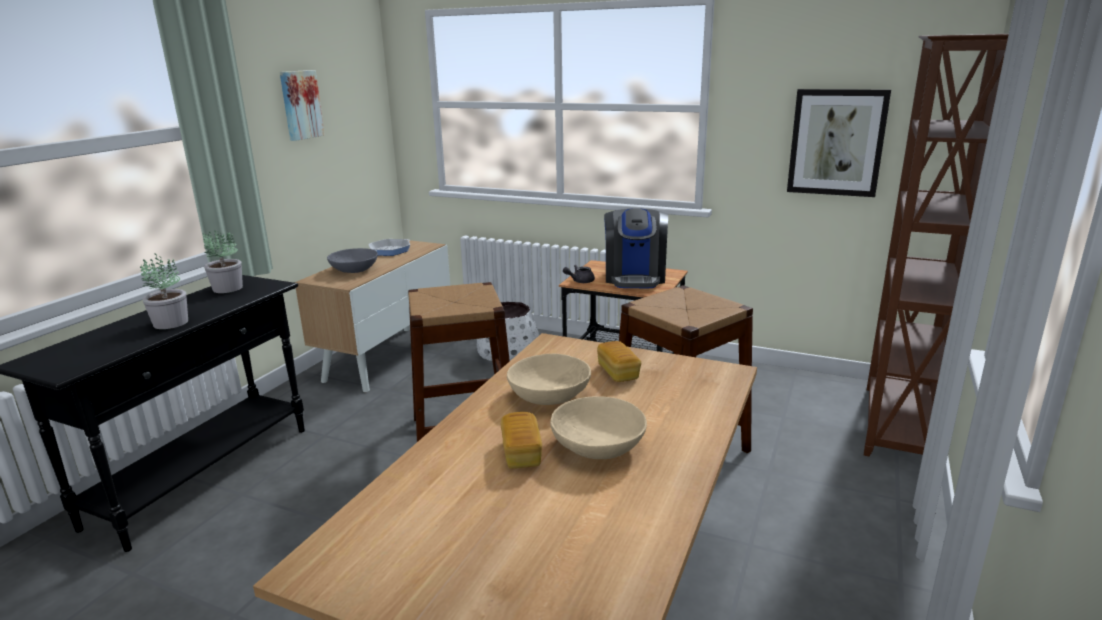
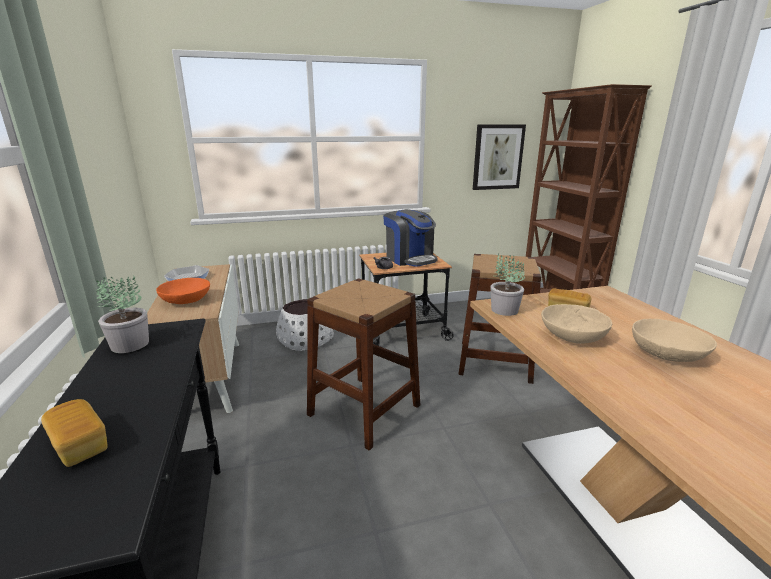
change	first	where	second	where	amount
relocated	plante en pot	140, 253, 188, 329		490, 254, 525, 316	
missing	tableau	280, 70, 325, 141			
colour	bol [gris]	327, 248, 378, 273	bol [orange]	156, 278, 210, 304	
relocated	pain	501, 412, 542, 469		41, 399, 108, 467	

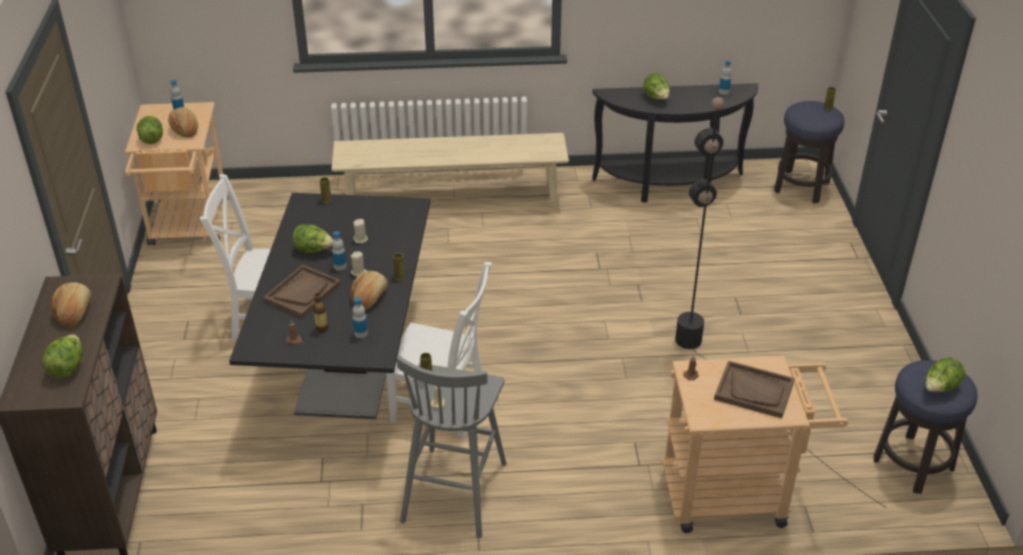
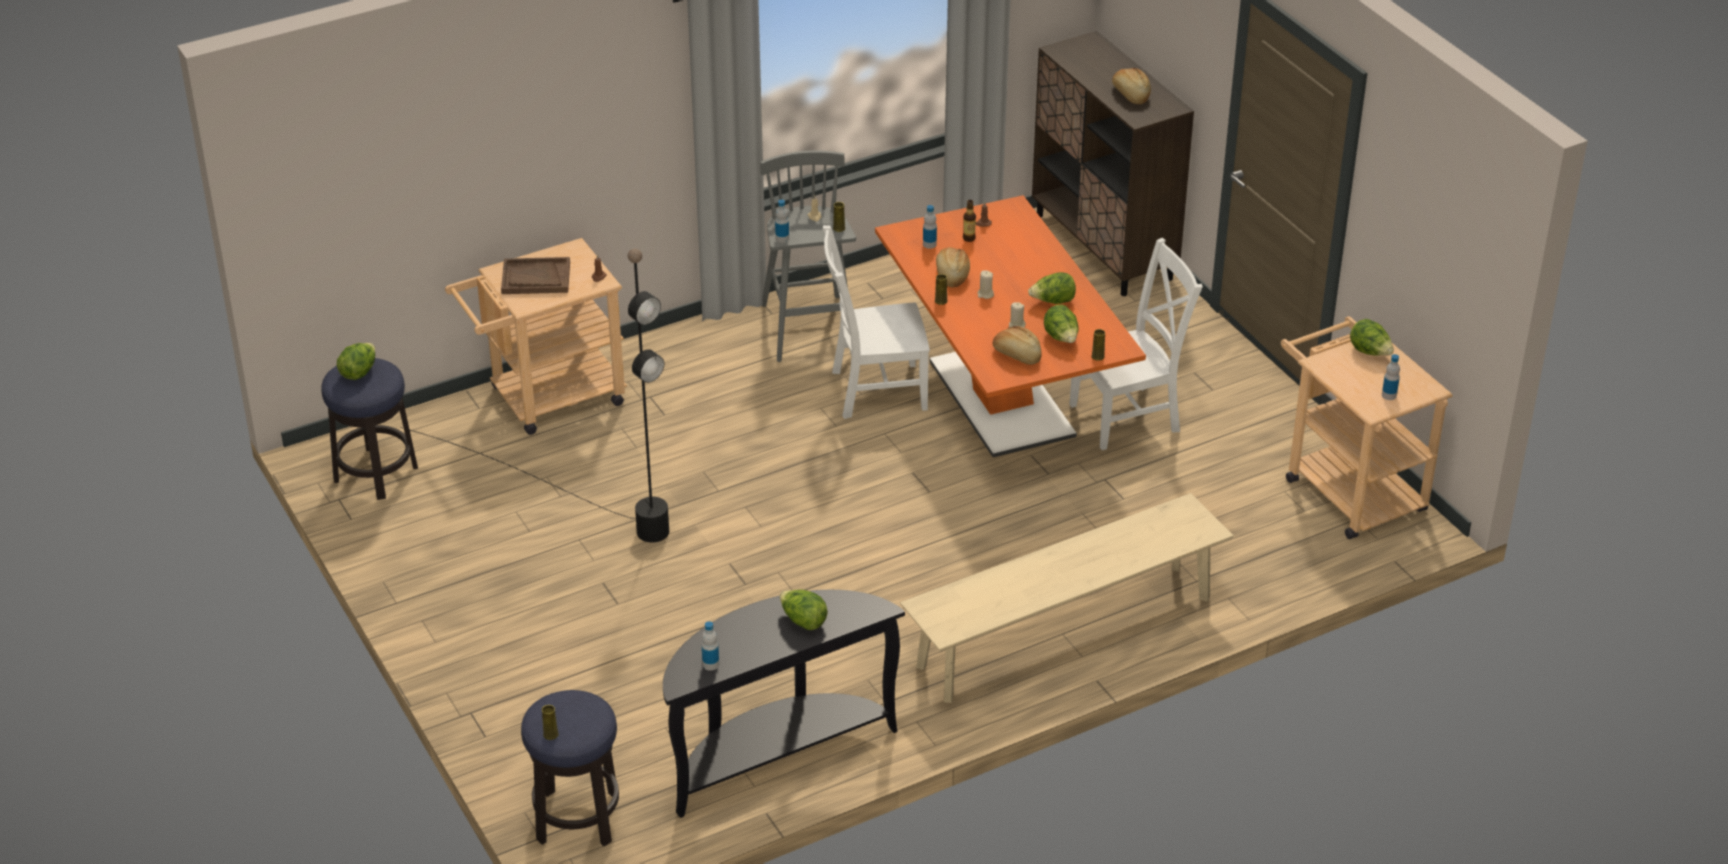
change	first	where	second	where	amount
relocated	laitue	42, 334, 83, 378		1044, 304, 1079, 343	
relocated	pain	168, 107, 198, 138		993, 326, 1042, 365	
colour	table à manger [noir]	229, 193, 430, 419	table à manger [orange]	875, 195, 1146, 457	
missing	plateau [marron]	264, 265, 341, 318			
relocated	bouteille	332, 231, 347, 271		775, 199, 789, 243	

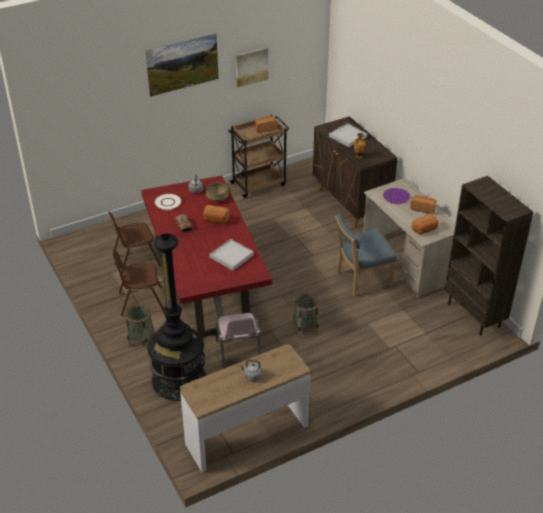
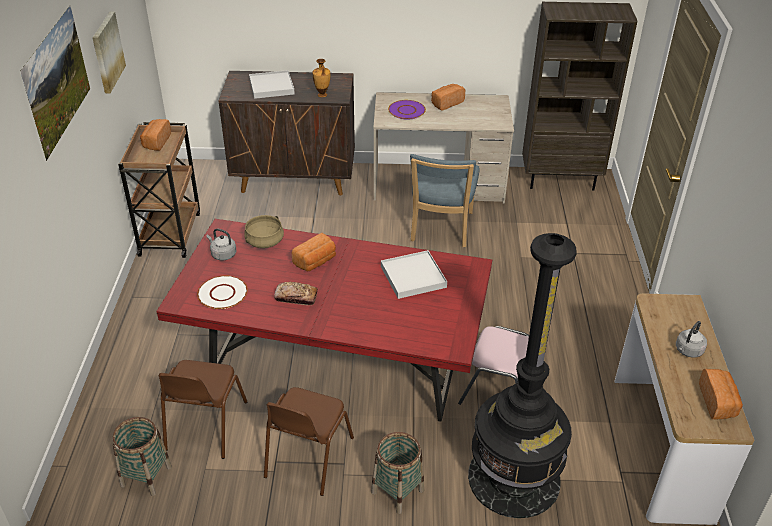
change	first	where	second	where	amount
relocated	panier	293, 294, 319, 338		112, 417, 172, 496	
relocated	pain	411, 213, 439, 235		699, 369, 743, 420	

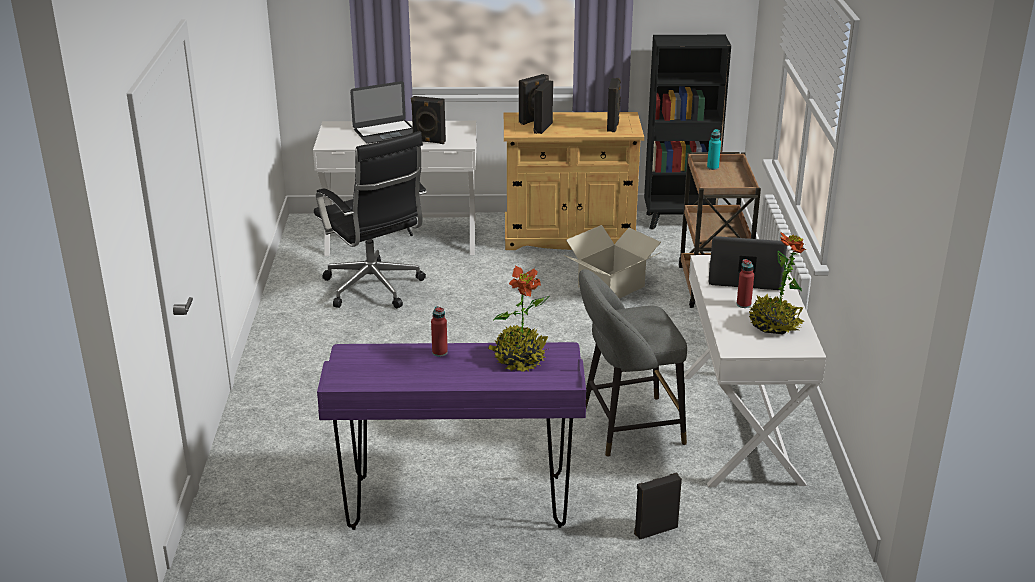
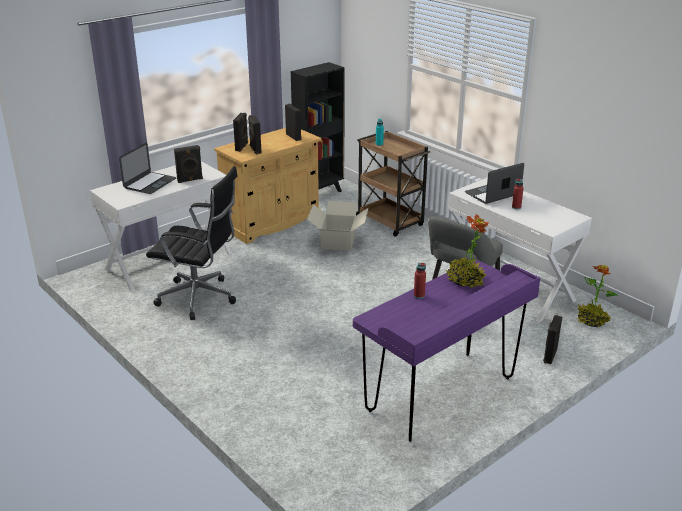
change	first	where	second	where	amount
relocated	plante en pot	749, 232, 807, 334		577, 265, 618, 327	

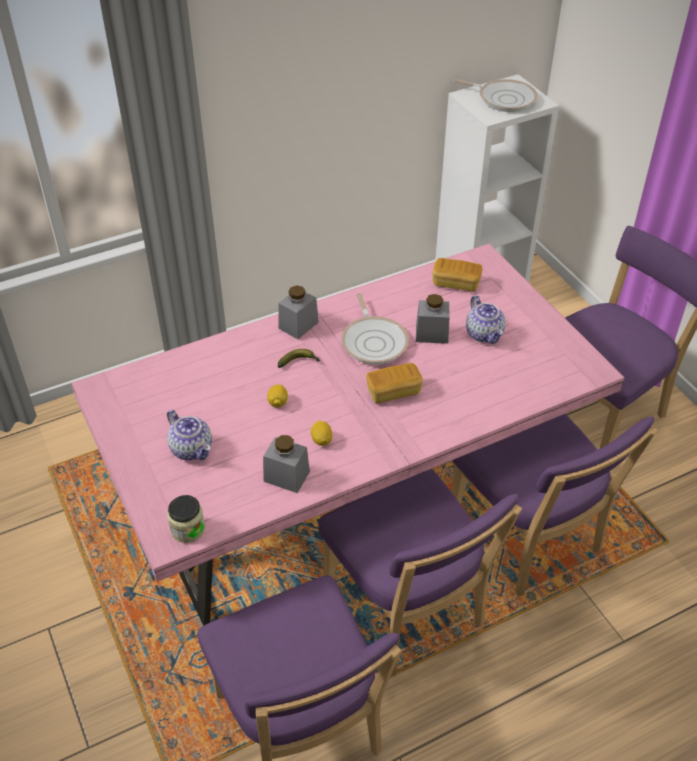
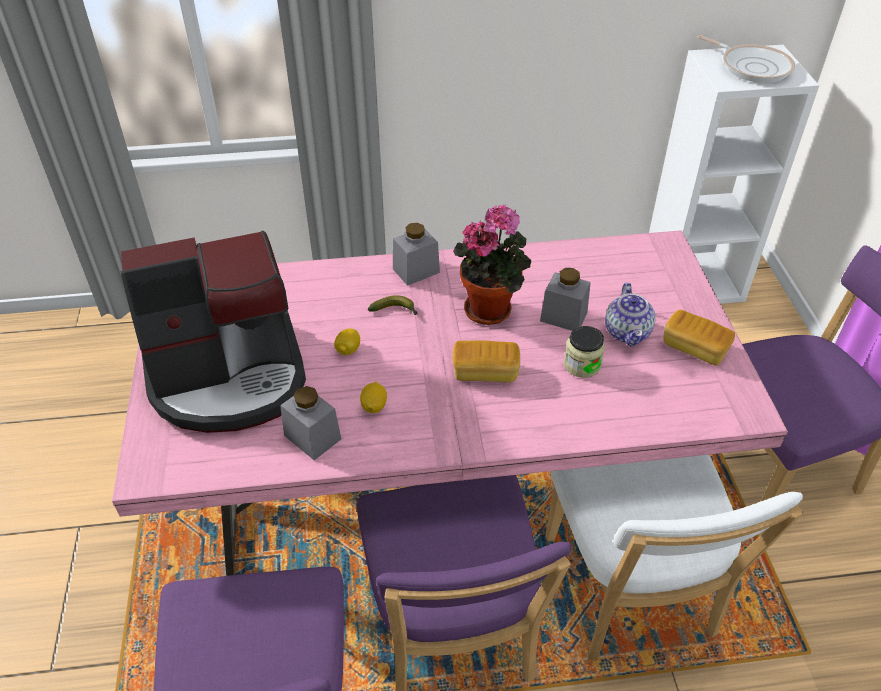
change	first	where	second	where	amount
exchanged	théière	167, 410, 212, 460	machine à café	121, 231, 306, 433	
relocated	bocal	167, 495, 205, 543		564, 326, 605, 378	
exchanged	poêle	341, 293, 409, 365	plante en pot	453, 204, 531, 325	
relocated	pain	432, 258, 482, 292		663, 310, 735, 366	
colour	chaise [violet]	452, 414, 658, 596	chaise [blanc]	545, 455, 804, 661	

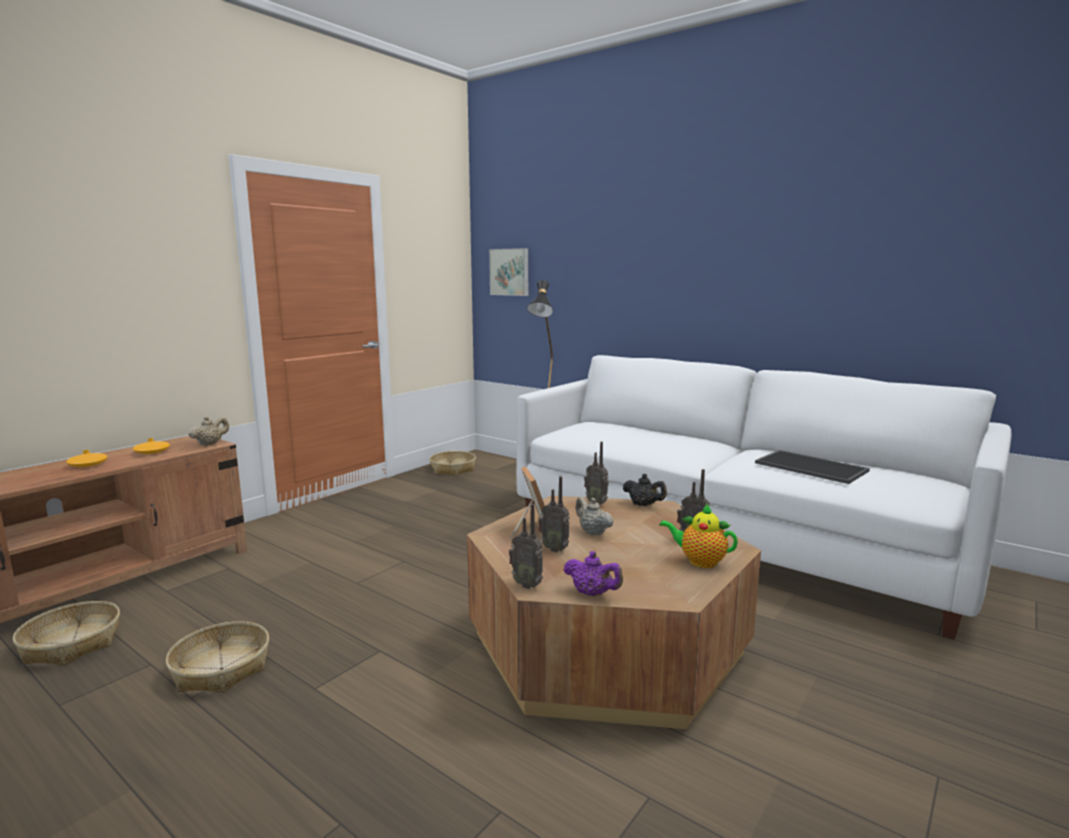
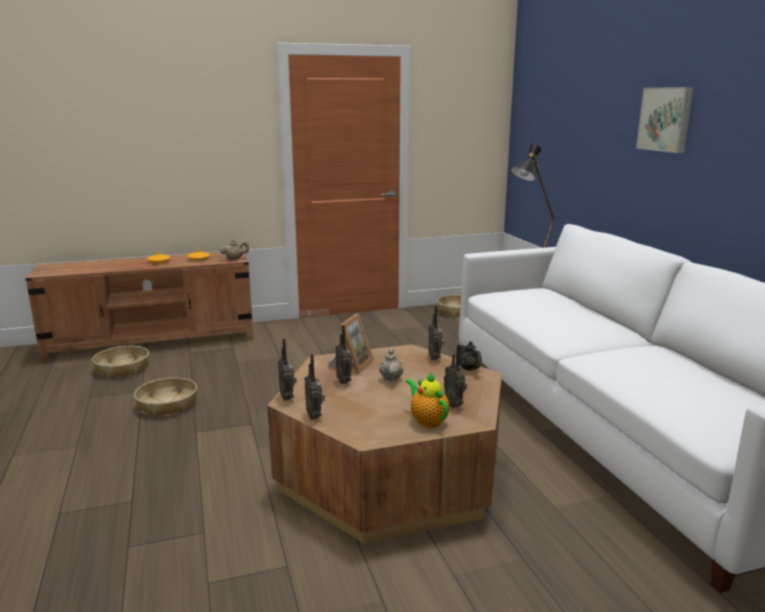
change	first	where	second	where	amount
relocated	tableau	489, 248, 528, 296		636, 87, 693, 153	
exchanged	théière [violet]	564, 551, 623, 596	radio	305, 354, 325, 420	
missing	plateau	755, 450, 870, 484			

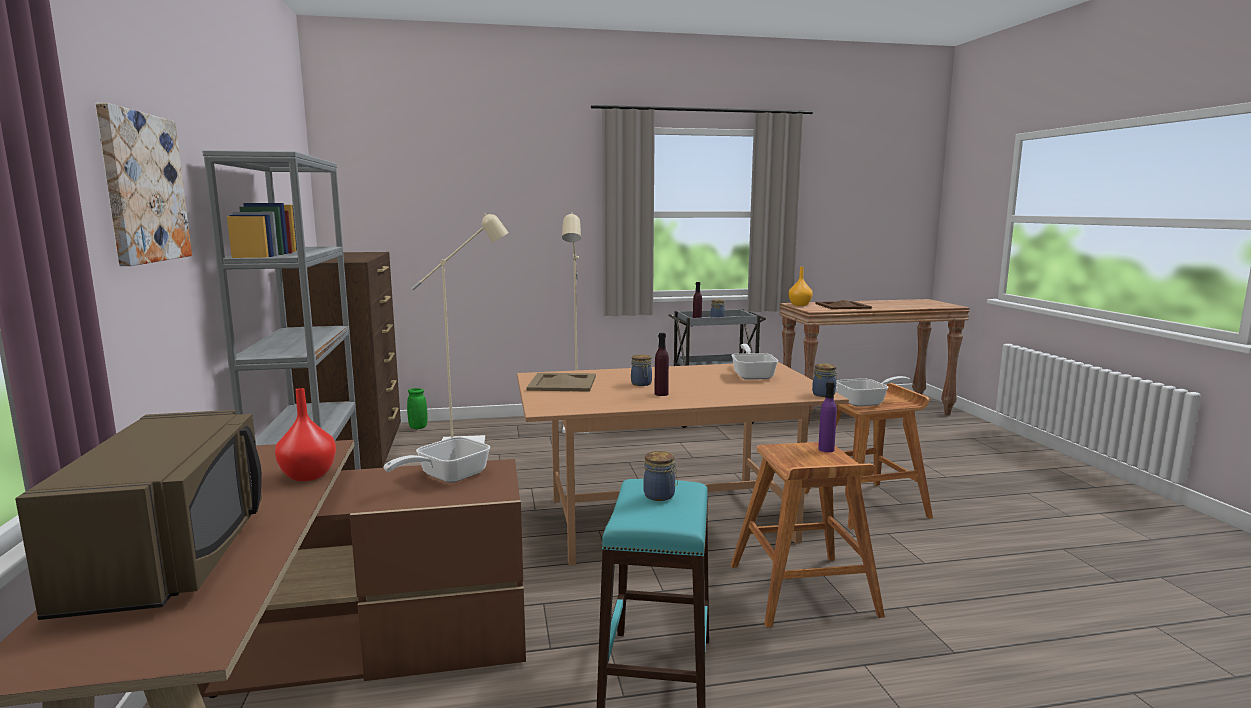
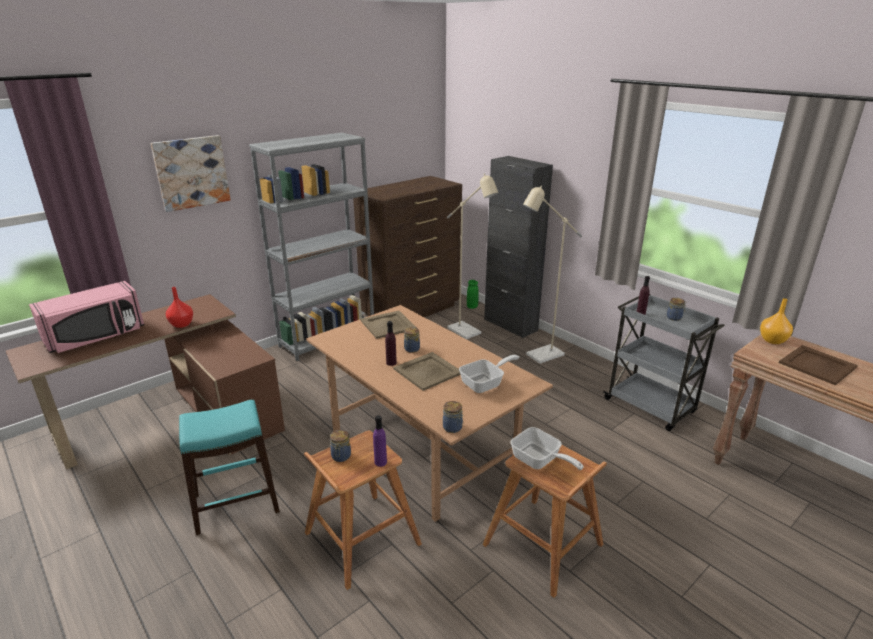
change	first	where	second	where	amount
colour	micro-ondes [marron]	15, 410, 262, 620	micro-ondes [rose]	29, 281, 144, 353	
missing	poêle	384, 437, 490, 483			
relocated	bocal	643, 451, 678, 501		330, 430, 351, 462	
appeared			plateau [beige]	393, 352, 461, 391	
appeared			meuble de rangement [noir]	484, 156, 553, 338	

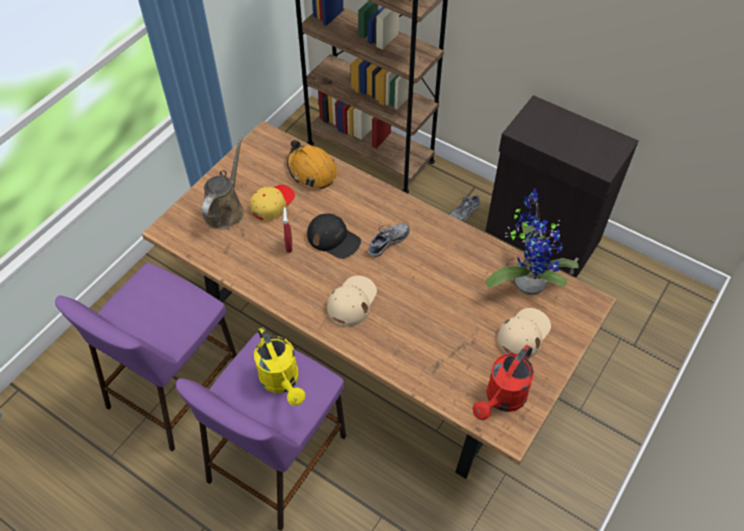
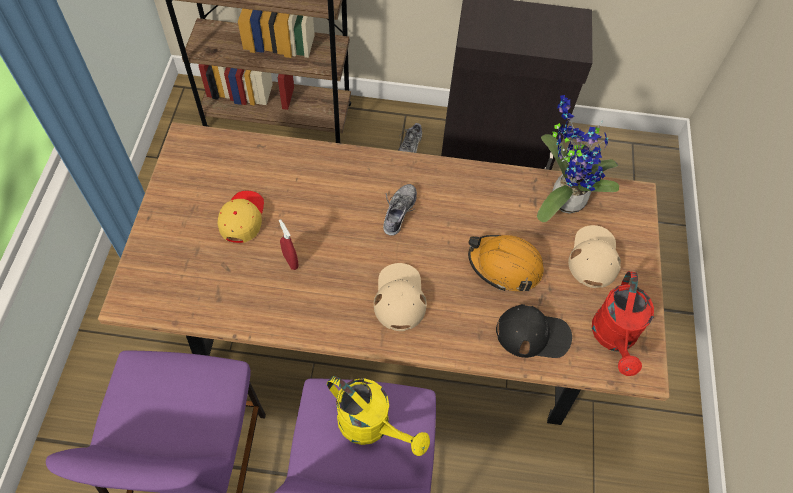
change	first	where	second	where	amount
missing	arrosoir [marron]	202, 137, 245, 230			
relocated	casque de chantier [orange]	287, 140, 337, 189		468, 235, 544, 291	
relocated	casquette [noir]	307, 213, 361, 259		496, 304, 572, 358	

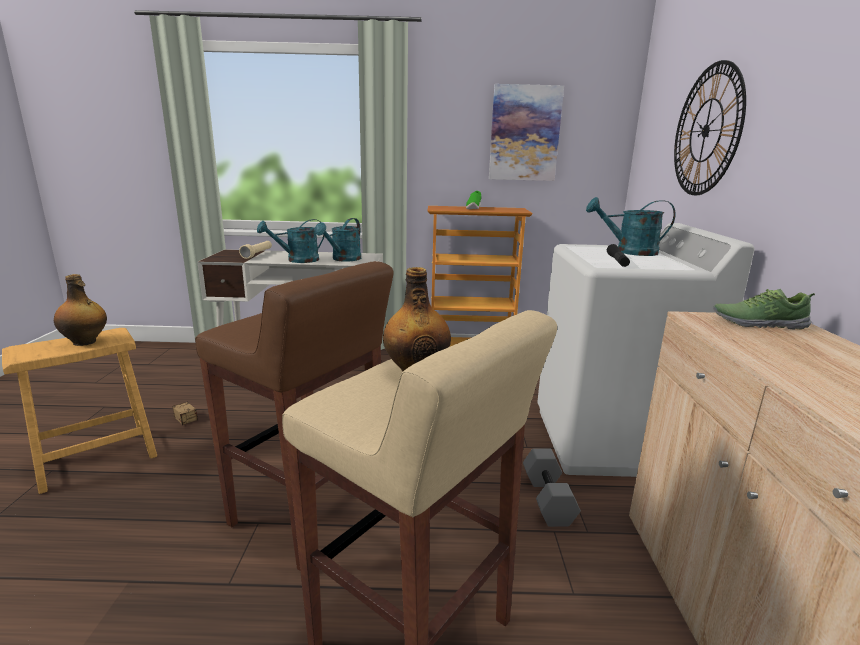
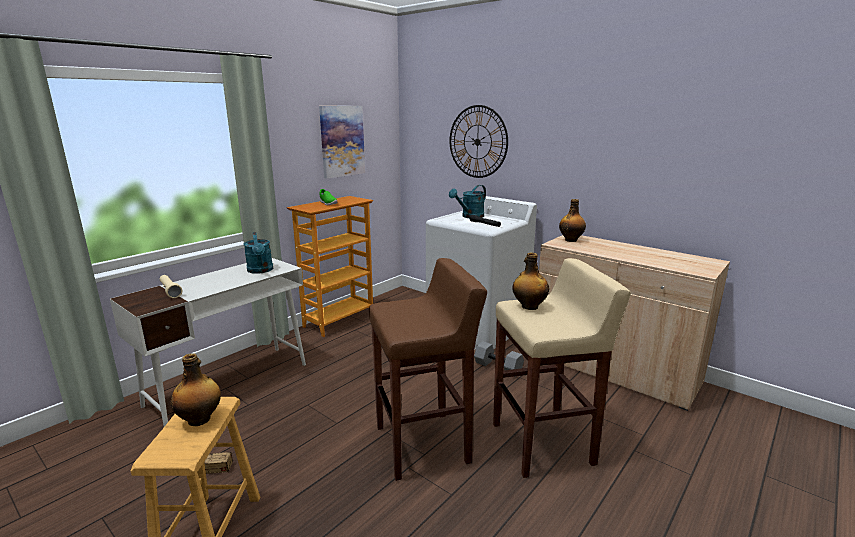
change	first	where	second	where	amount
missing	arrosoir [turquoise]	257, 219, 324, 263			
exchanged	chaussure	713, 289, 815, 330	bouteille	559, 199, 586, 242	

